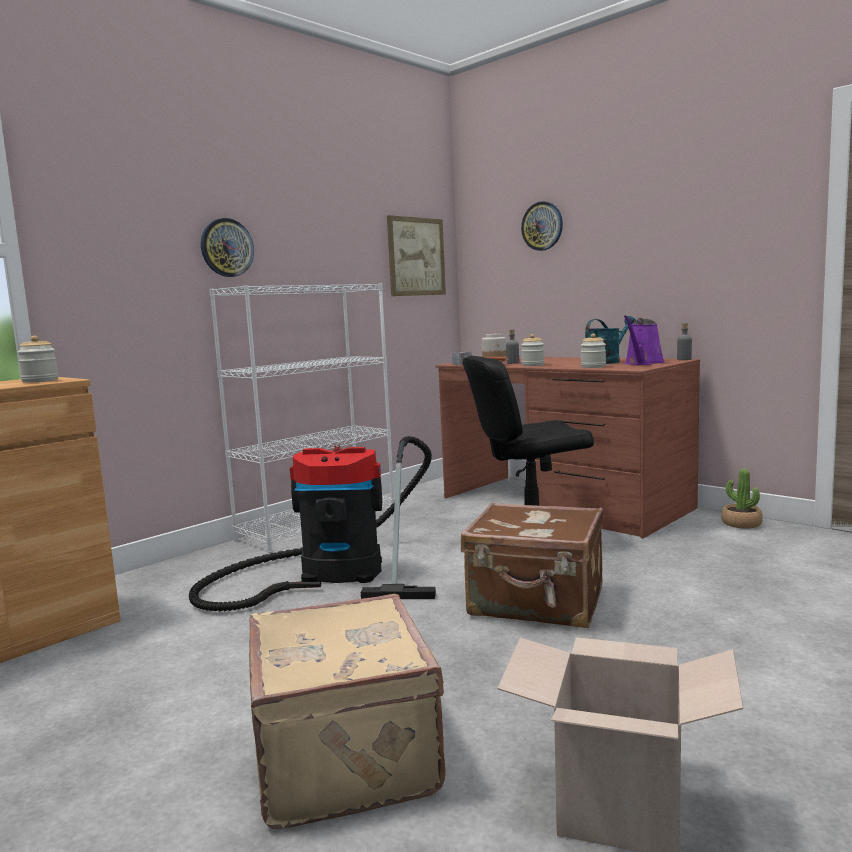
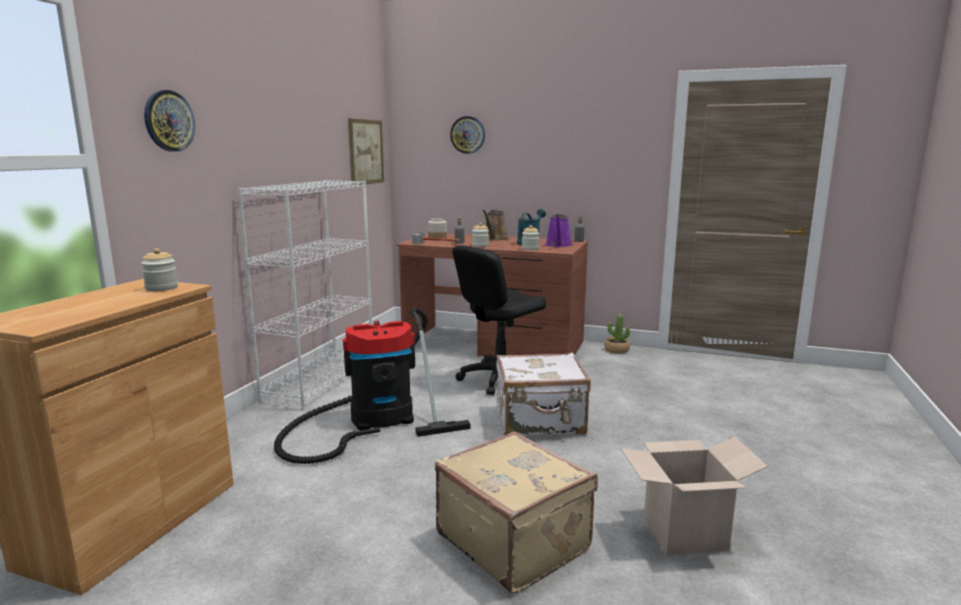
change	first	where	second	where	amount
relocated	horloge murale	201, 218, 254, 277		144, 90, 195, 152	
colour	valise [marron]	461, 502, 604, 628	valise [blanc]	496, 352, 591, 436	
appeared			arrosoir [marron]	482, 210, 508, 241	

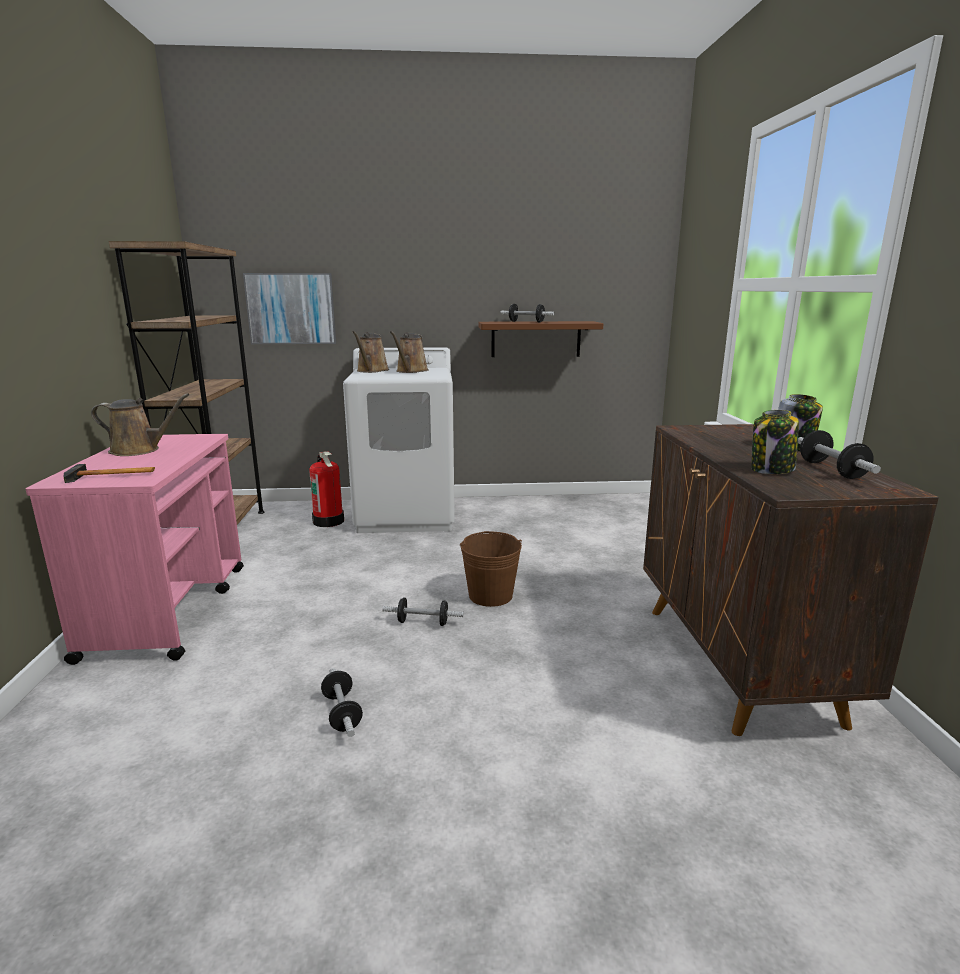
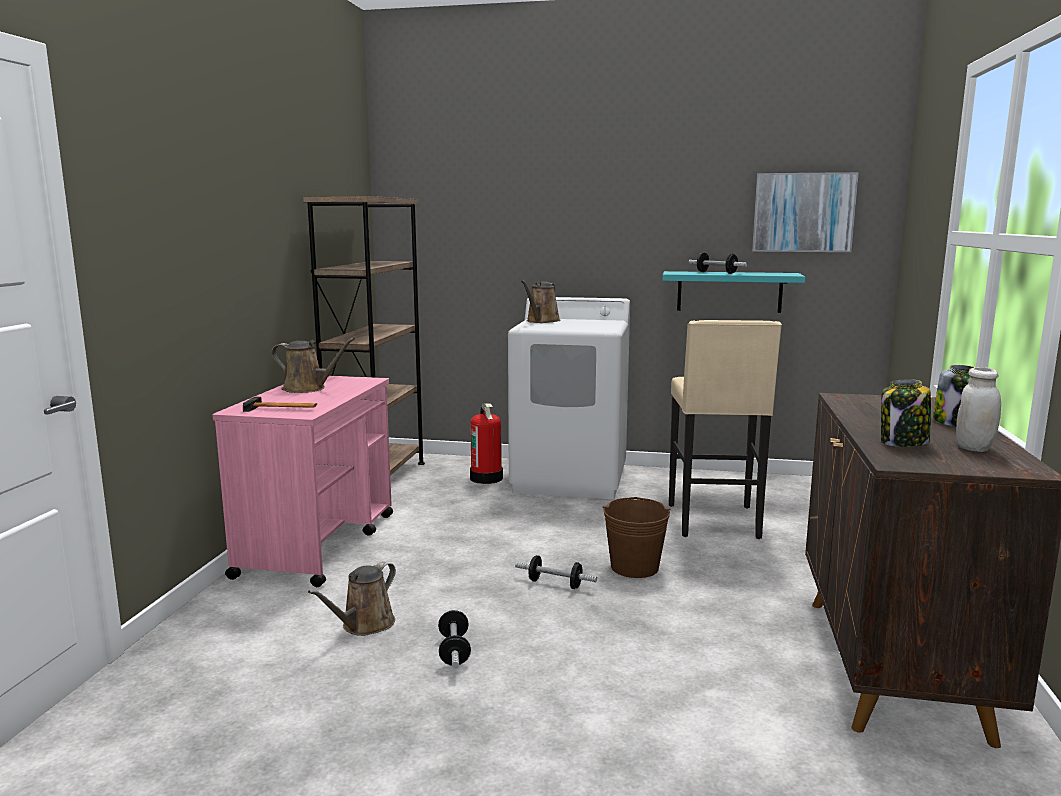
change	first	where	second	where	amount
relocated	tableau	243, 273, 336, 344		752, 172, 859, 252	
relocated	arrosoir [marron]	390, 331, 429, 373		308, 562, 396, 636	
colour	étagère [marron]	479, 321, 603, 357	étagère [turquoise]	662, 271, 805, 313	
exchanged	haltère	798, 430, 881, 479	bocal [blanc]	956, 367, 1001, 452	
appeared			tabouret [beige]	669, 320, 782, 539	

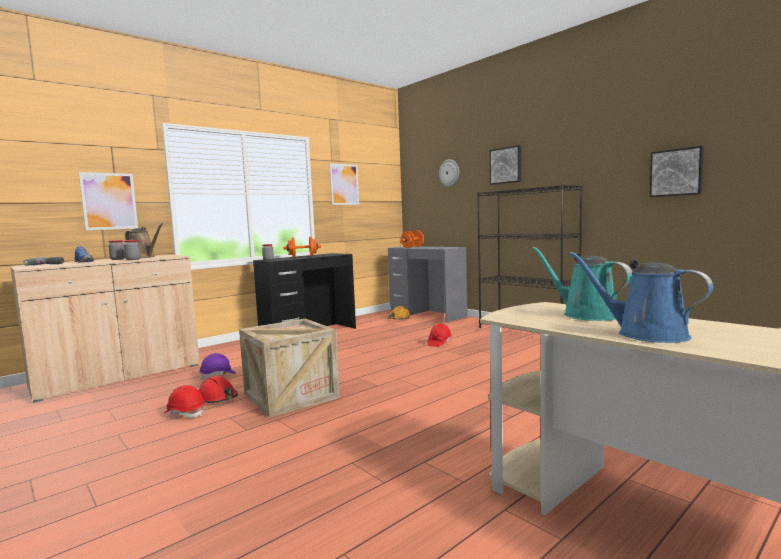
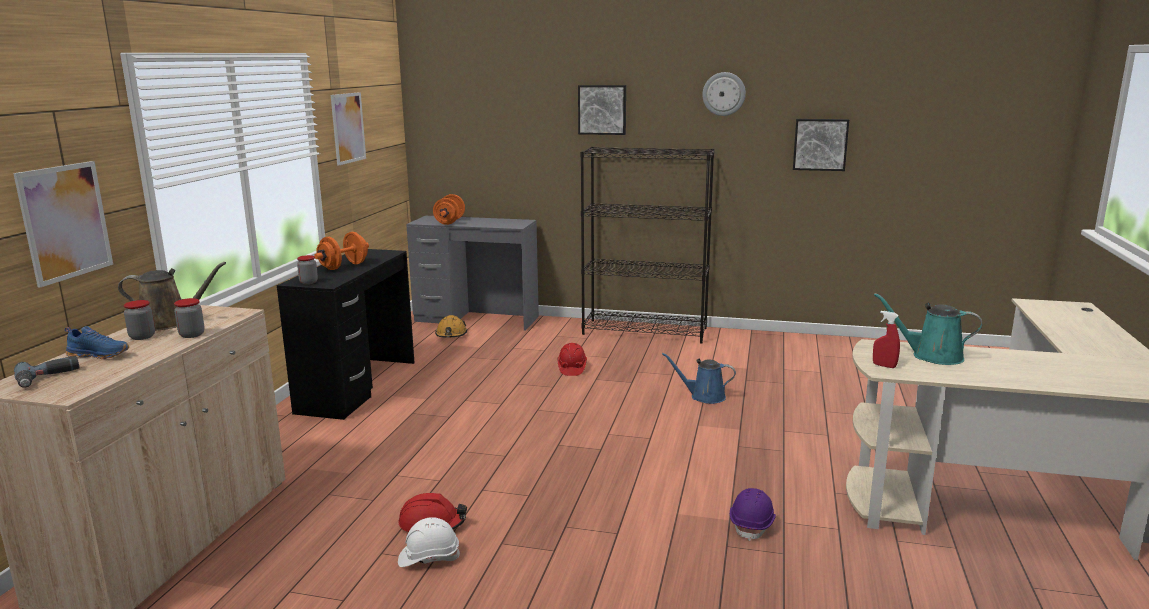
change	first	where	second	where	amount
colour	casque de chantier [rouge]	164, 385, 205, 418	casque de chantier [blanc]	398, 517, 461, 567	
relocated	casque de chantier [violet]	199, 353, 236, 380		730, 488, 776, 541	
missing	caisse	239, 319, 340, 417			
relocated	horloge murale	439, 159, 459, 186		702, 72, 746, 116	
relocated	arrosoir [bleu]	569, 252, 713, 343		662, 352, 736, 404	
appeared			vaporisateur [rouge]	873, 311, 900, 368	

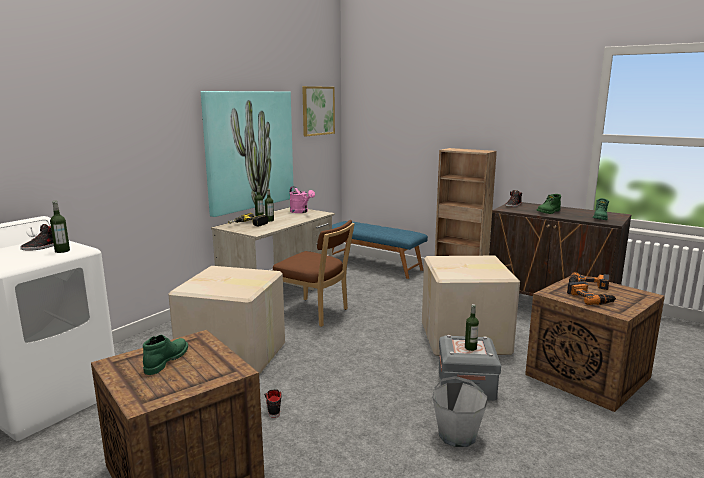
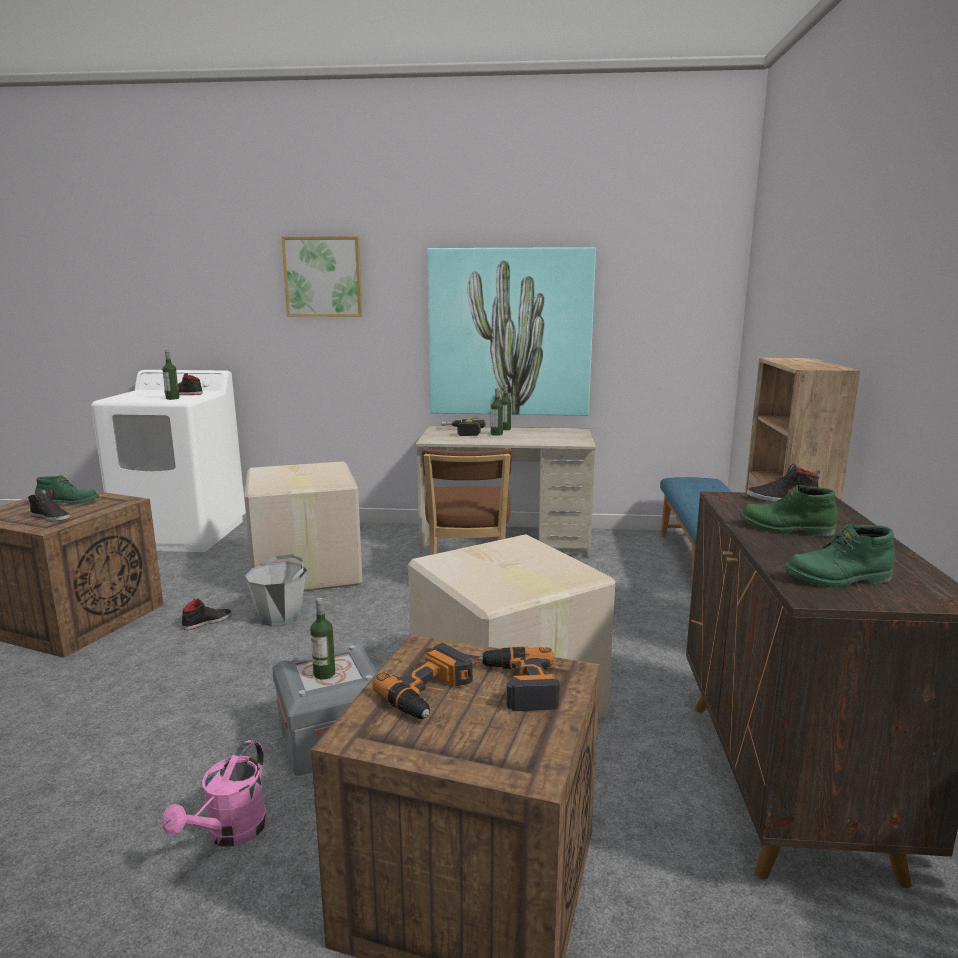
change	first	where	second	where	amount
relocated	arrosoir [rose]	289, 186, 315, 213		162, 740, 267, 847	
relocated	tableau	302, 86, 335, 136		281, 236, 363, 317	
relocated	seau [gris]	432, 376, 488, 447		245, 554, 307, 627	
appeared			chaussure [noir]	28, 489, 70, 521	

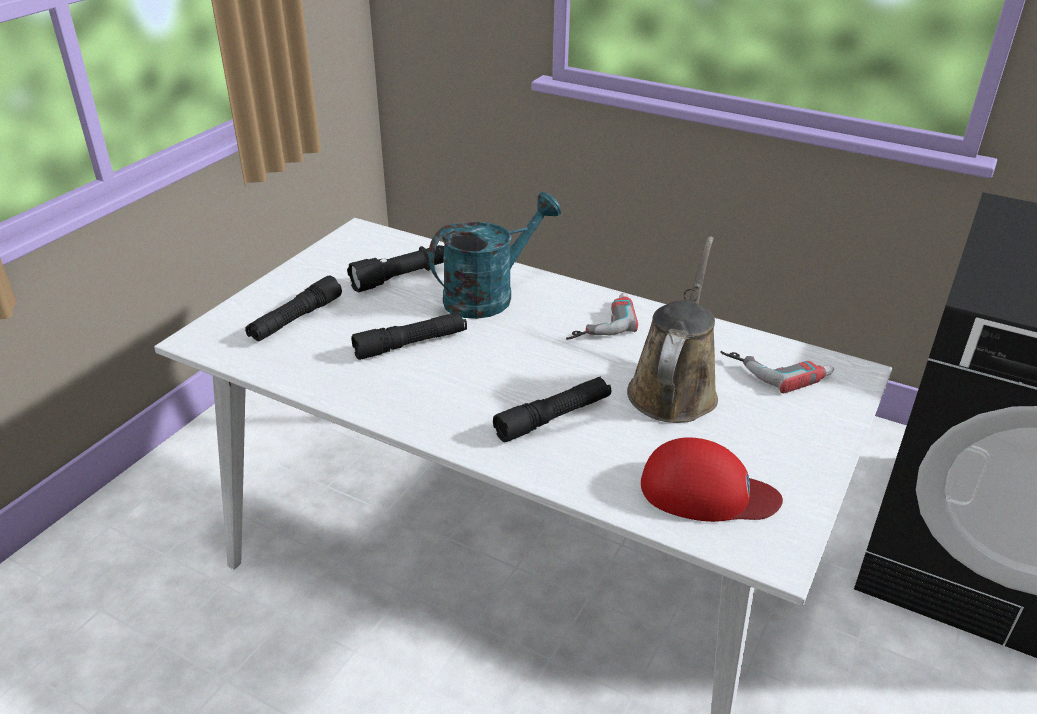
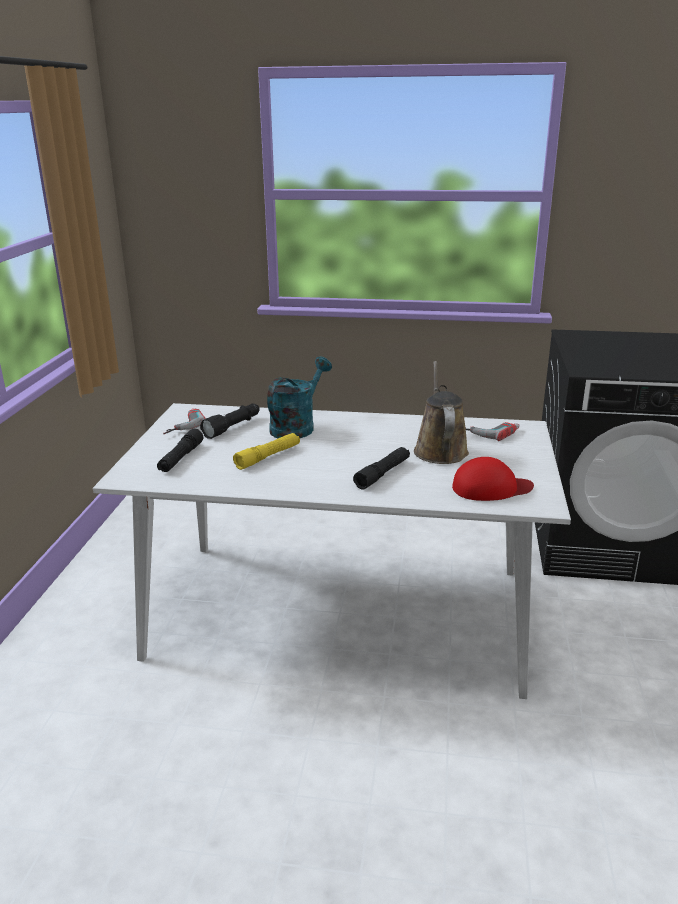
change	first	where	second	where	amount
colour	lampe de poche [noir]	351, 312, 467, 360	lampe de poche [jaune]	233, 433, 300, 470	
relocated	perceuse	566, 293, 638, 340		163, 408, 206, 434	

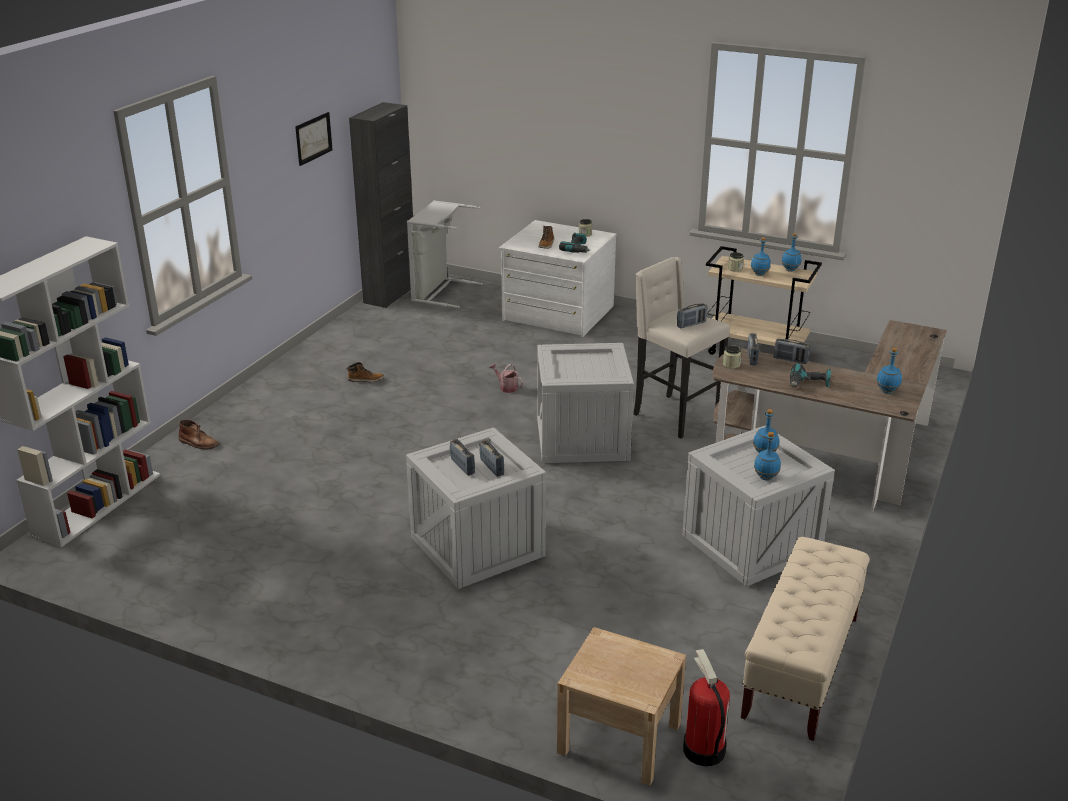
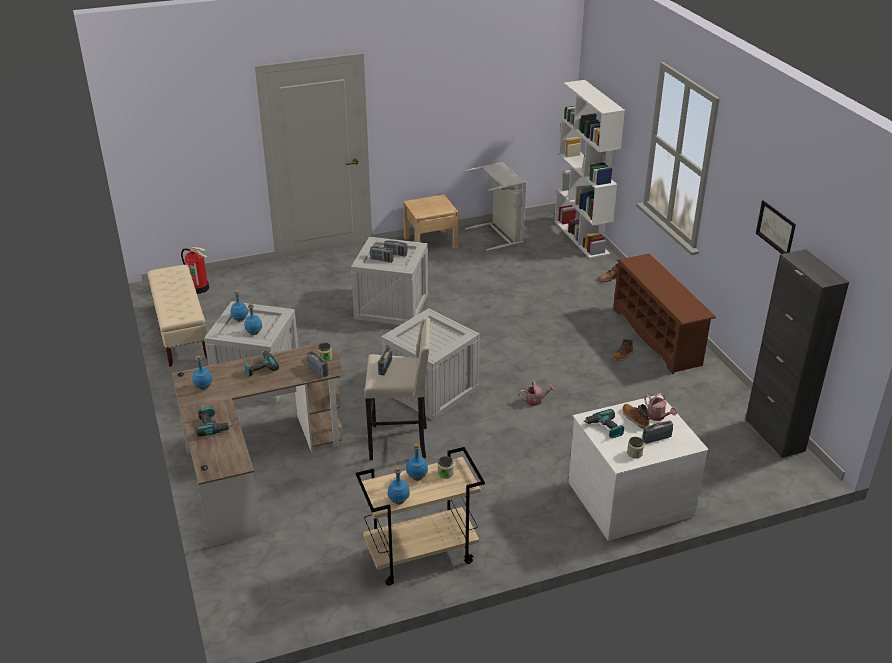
change	first	where	second	where	amount
relocated	panier à linge [gris]	407, 200, 483, 308		465, 162, 526, 251	
relocated	table de chevet [beige]	557, 627, 686, 786		403, 194, 458, 249	
relocated	radio	774, 339, 810, 364		642, 420, 673, 444	
appeared			perceuse	196, 407, 232, 437	
appeared			étagère à chaussures [marron]	613, 254, 716, 374	
appeared			arrosoir	644, 393, 677, 421	

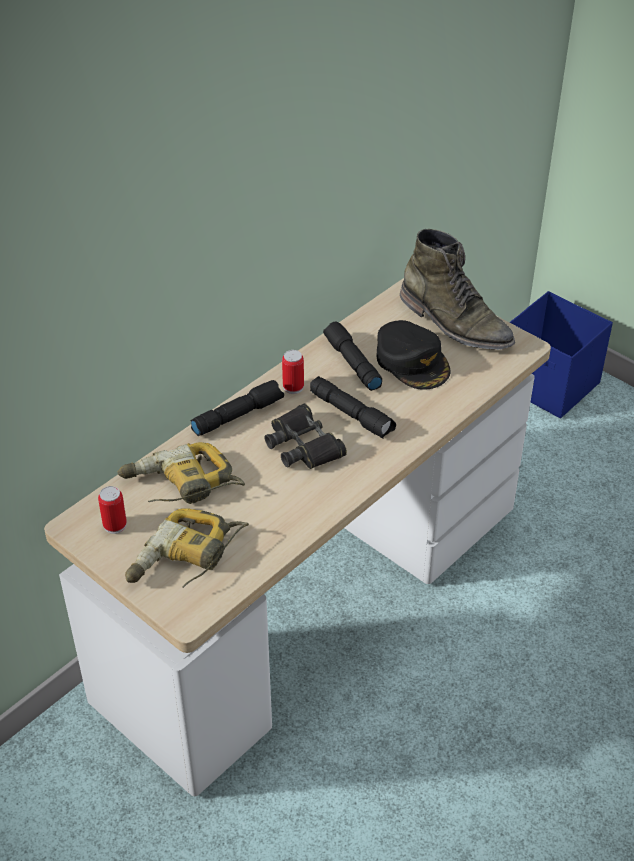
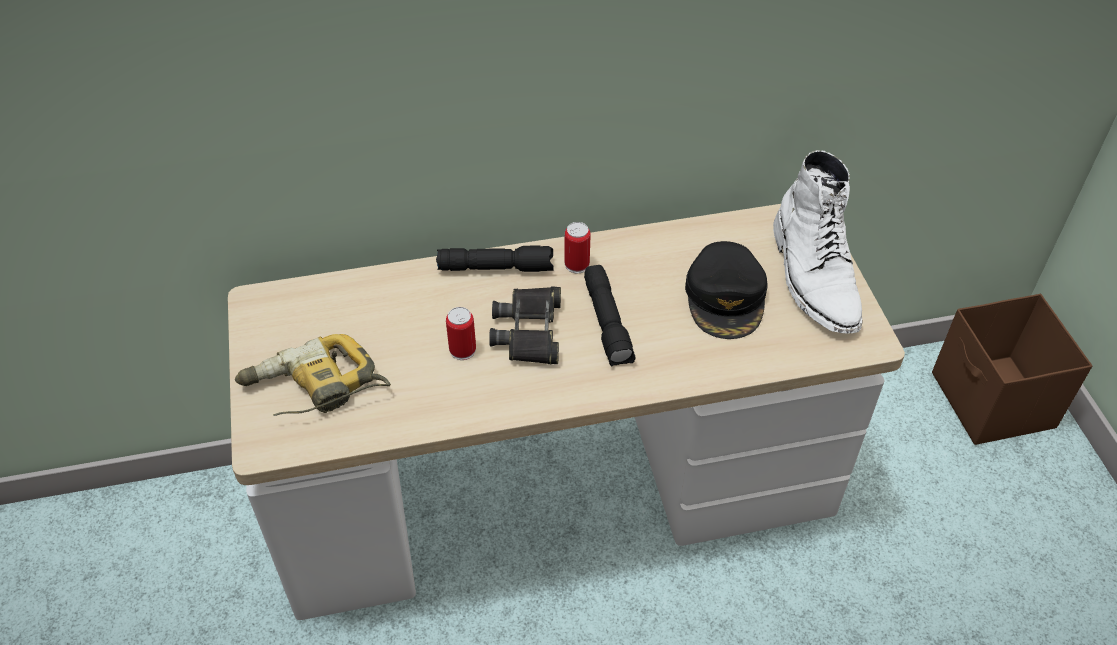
change	first	where	second	where	amount
relocated	boîte métallique	98, 486, 127, 534		446, 307, 476, 360	
missing	perceuse	117, 442, 245, 504			
missing	lampe de poche [noir]	323, 321, 382, 391			
colour	botte [vert]	400, 229, 515, 350	botte [blanc]	773, 150, 863, 334	
colour	boîte de rangement [bleu]	509, 291, 613, 418	boîte de rangement [marron]	932, 294, 1093, 445	

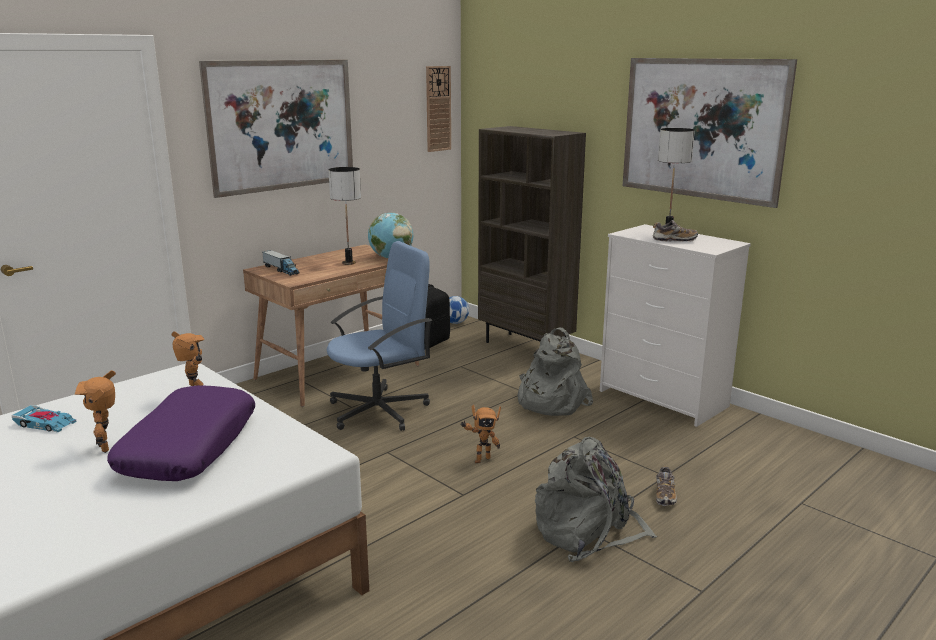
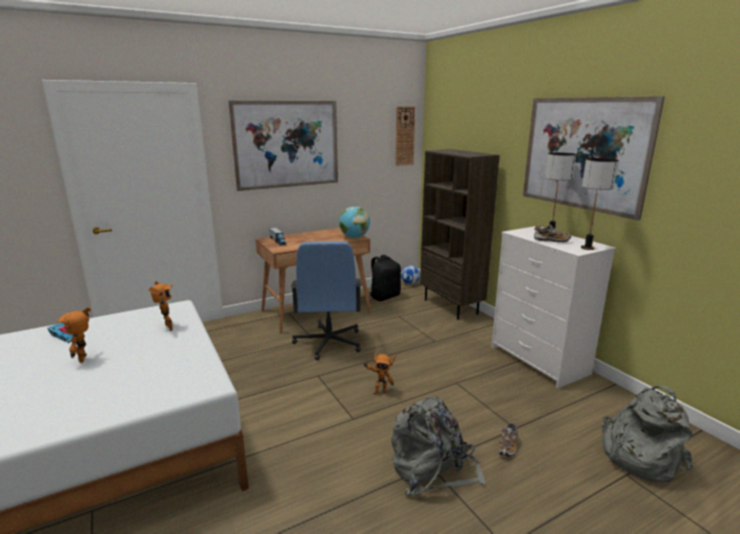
change	first	where	second	where	amount
missing	coussin [violet]	107, 385, 255, 481			
spun	chaise de bureau [bleu]	327, 241, 432, 431		291, 241, 361, 360	105 degrees clockwise
relocated	lampe de table	328, 167, 361, 265		581, 158, 619, 250	
relocated	sac à dos [gris]	517, 328, 593, 416		602, 386, 693, 483	

